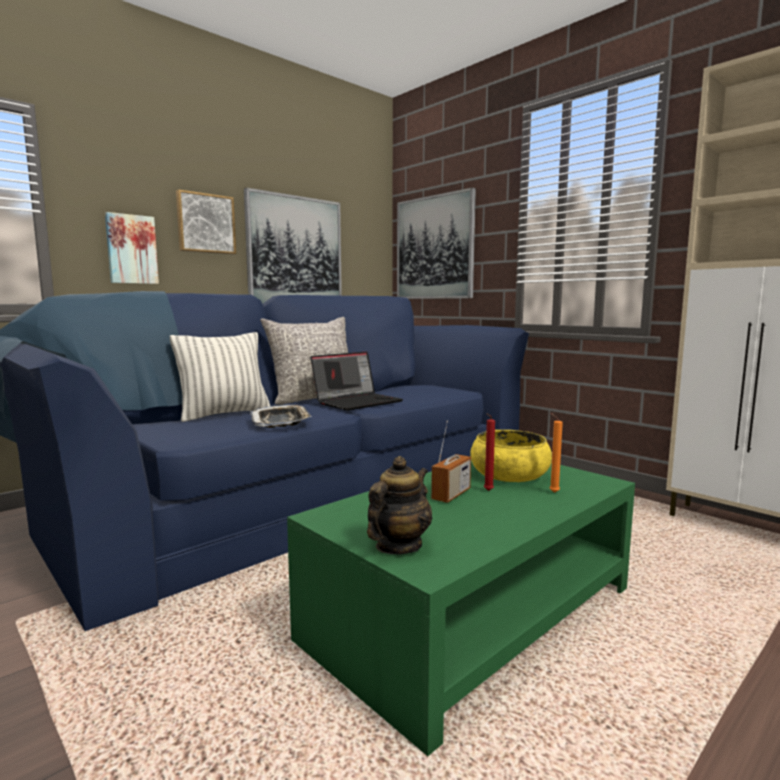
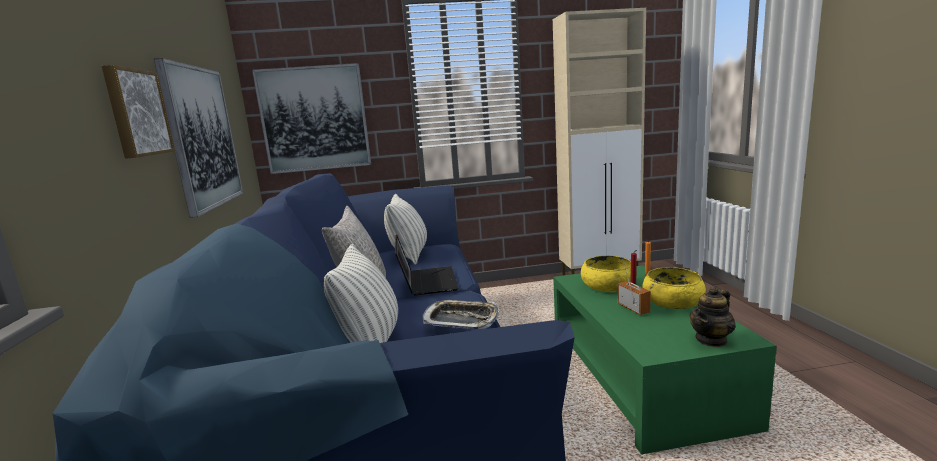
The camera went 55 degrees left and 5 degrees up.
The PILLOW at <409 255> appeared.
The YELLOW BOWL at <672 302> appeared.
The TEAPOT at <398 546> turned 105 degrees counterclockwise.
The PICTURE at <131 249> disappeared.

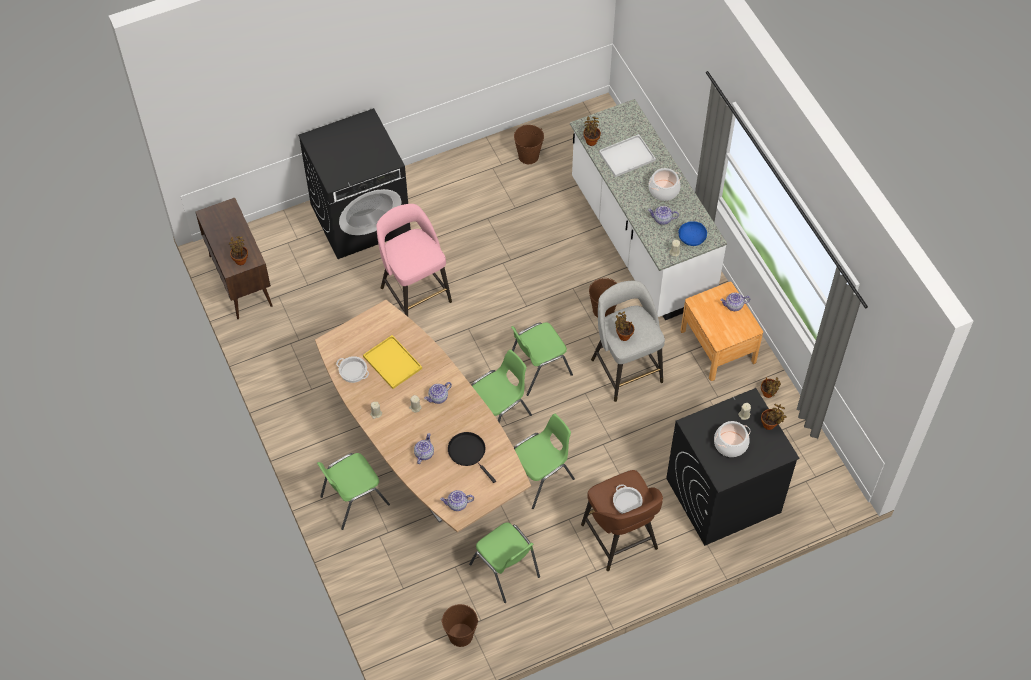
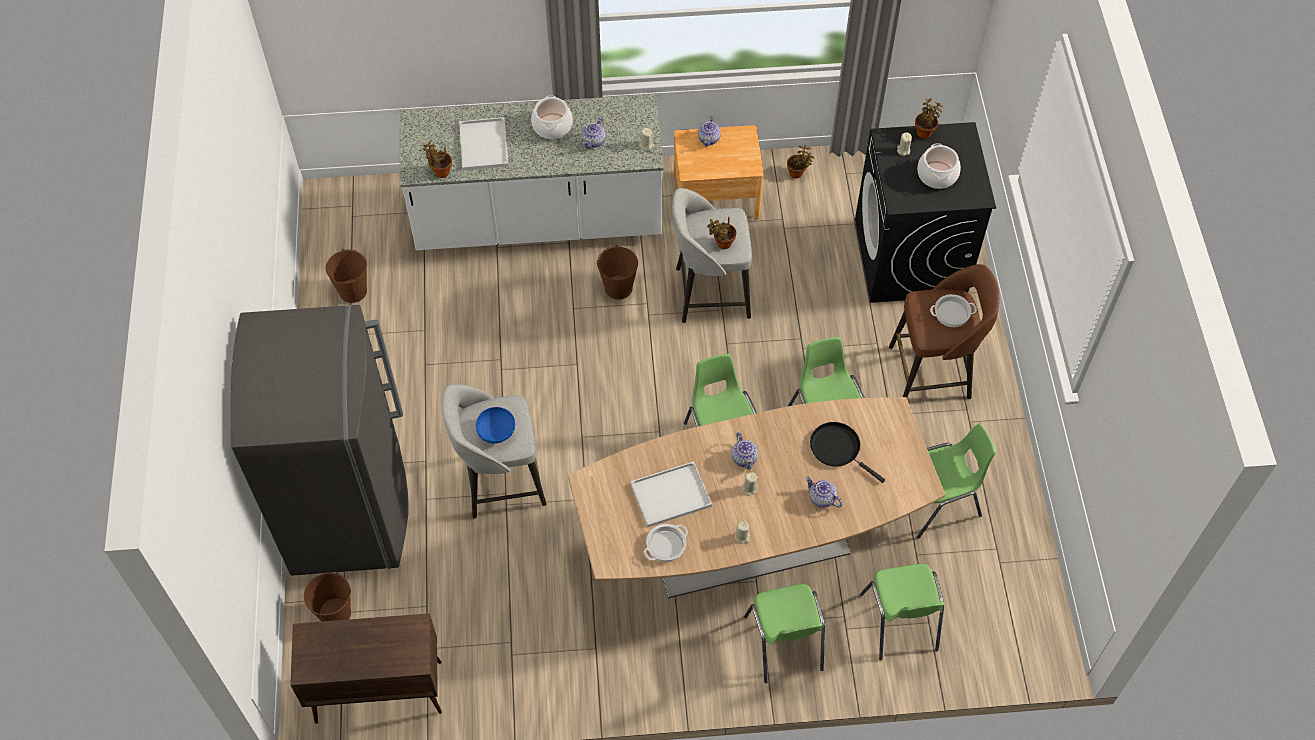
The camera went 70 degrees left and 0 degrees up.
The BLACK WASHING MACHINE at <361 218> was replaced by the GREY FRIDGE at <349 509>.
The BROWN BUCKET moved from <460 635> to <335 613>.
The PINK STOOL at <415 293> became the GREY STOOL at <500 481>.
The BLUE BOWL moved from <691 239> to <497 432>.
The YELLOW TRAY at <393 363> became the WHITE TRAY at <672 494>.
The BLACK FRYING PAN at <468 452> turned 60 degrees clockwise.
The GREEN CHAIR moved from <538 369> to <899 623>.
The POTTED PLANT at <240 259> disappeared.
The TEAPOT at <457 504> disappeared.

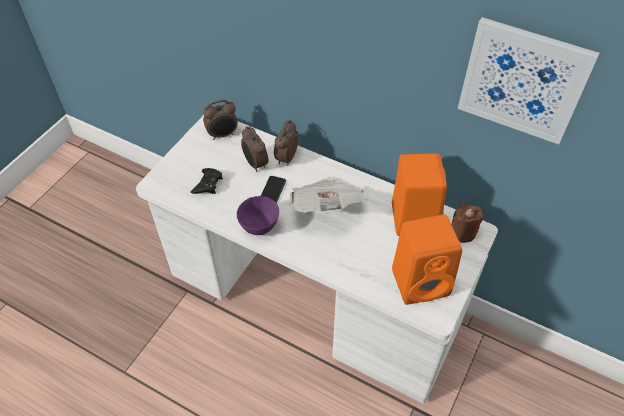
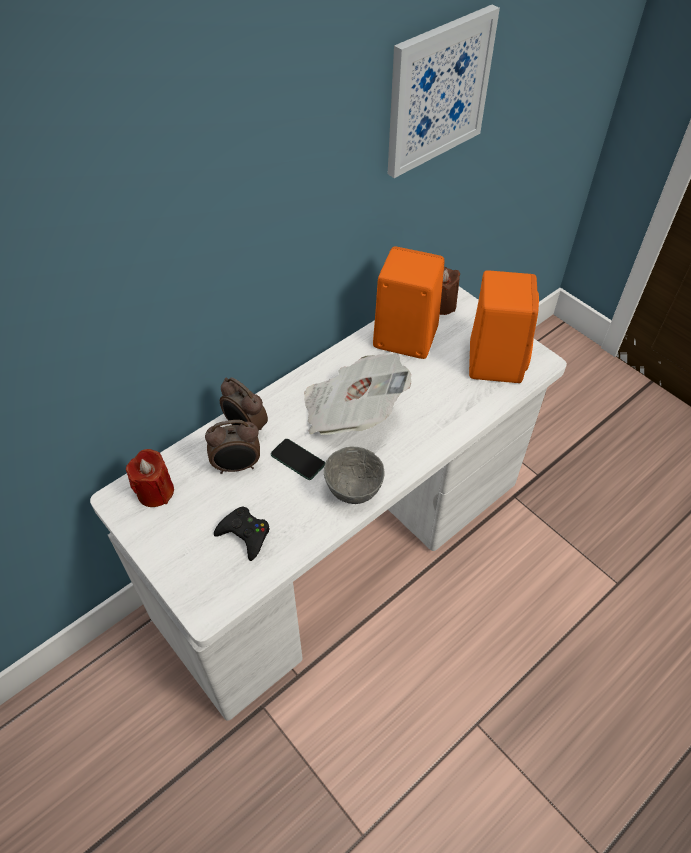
The camera went 70 degrees left and 0 degrees up.
The ALARM CLOCK at <223 135> was replaced by the RED CANDLE at <155 491>.
The PURPLE BOWL at <258 227> became the GREY BOWL at <352 492>.

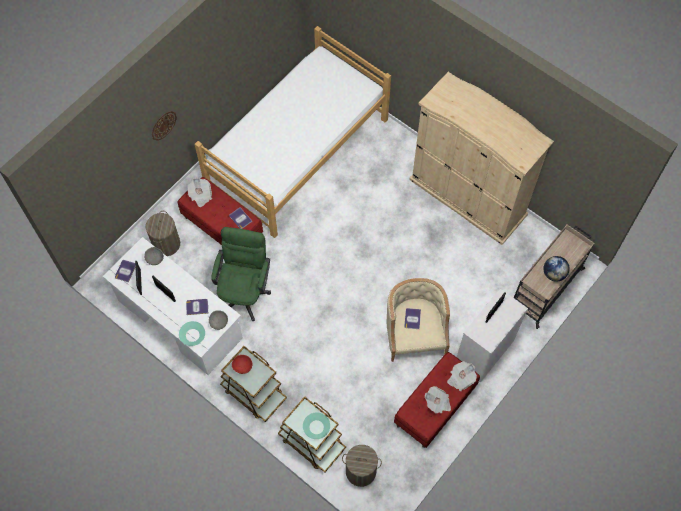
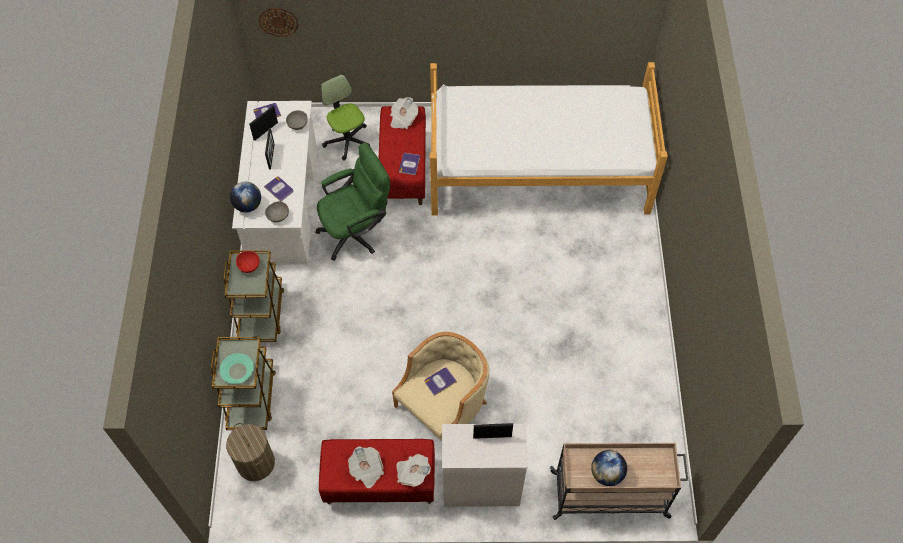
The camera went 50 degrees right and 5 degrees down.
The TURQUOISE BOWL at <192 335> was replaced by the GLOBE at <248 205>.
The WALL CLOCK moved from <163 125> to <278 21>.
The LAUNDRY BASKET at <166 244> was replaced by the OFFICE CHAIR at <347 140>.
The BEIGE WARDROBE at <468 197> disappeared.

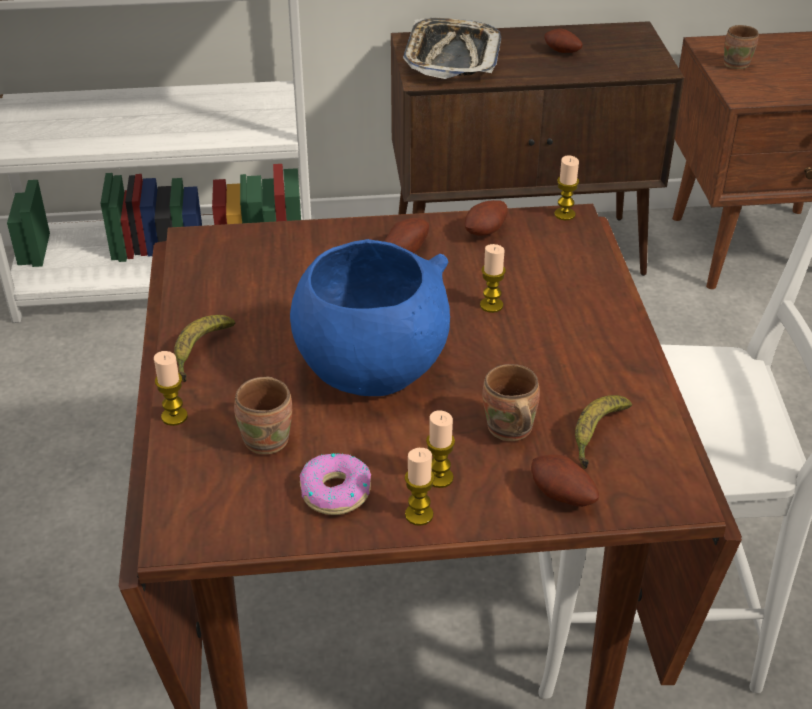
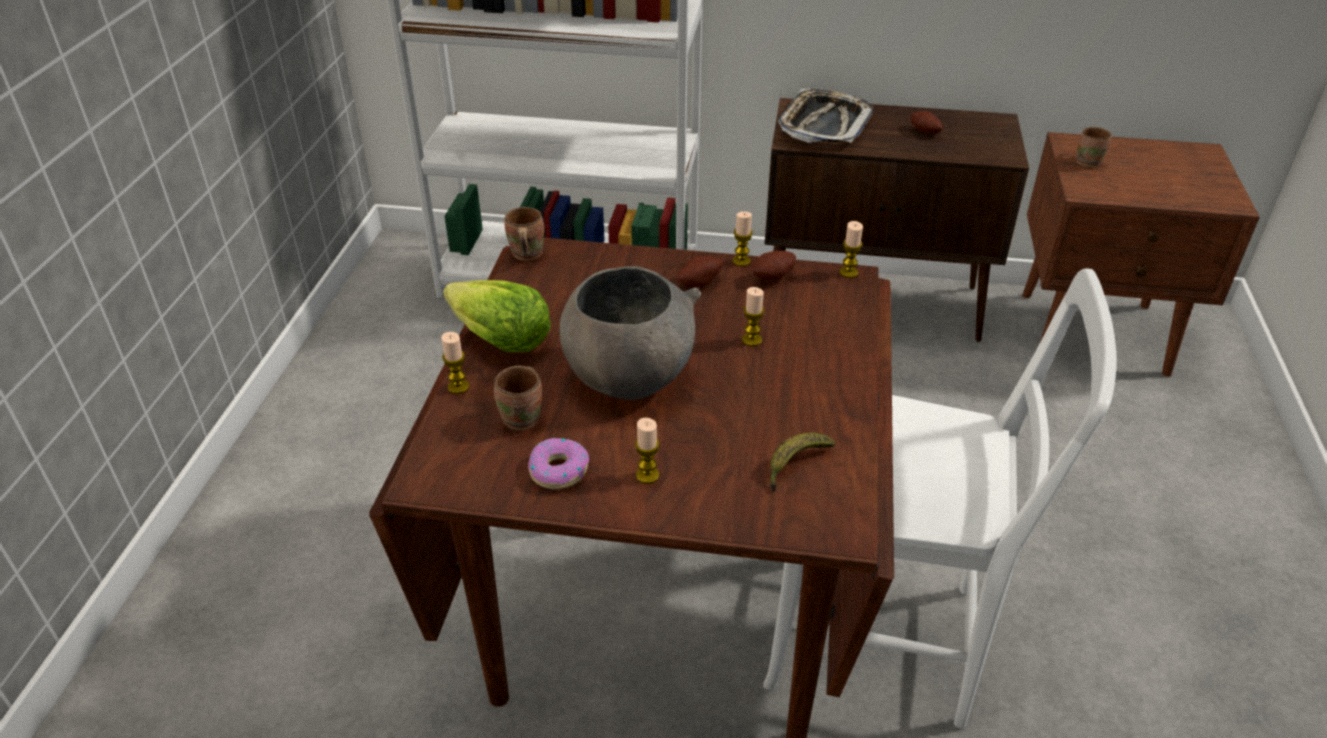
The camera went 15 degrees right and 0 degrees up.
The BANANA at <200 352> was replaced by the LETTUCE at <499 339>.
The BROWN MUG moved from <508 431> to <525 255>.
The BLUE BOWL at <371 370> became the GREY BOWL at <628 377>.
The CANDLE moved from <419 515> to <741 261>.
The POTATO at <561 497> disappeared.

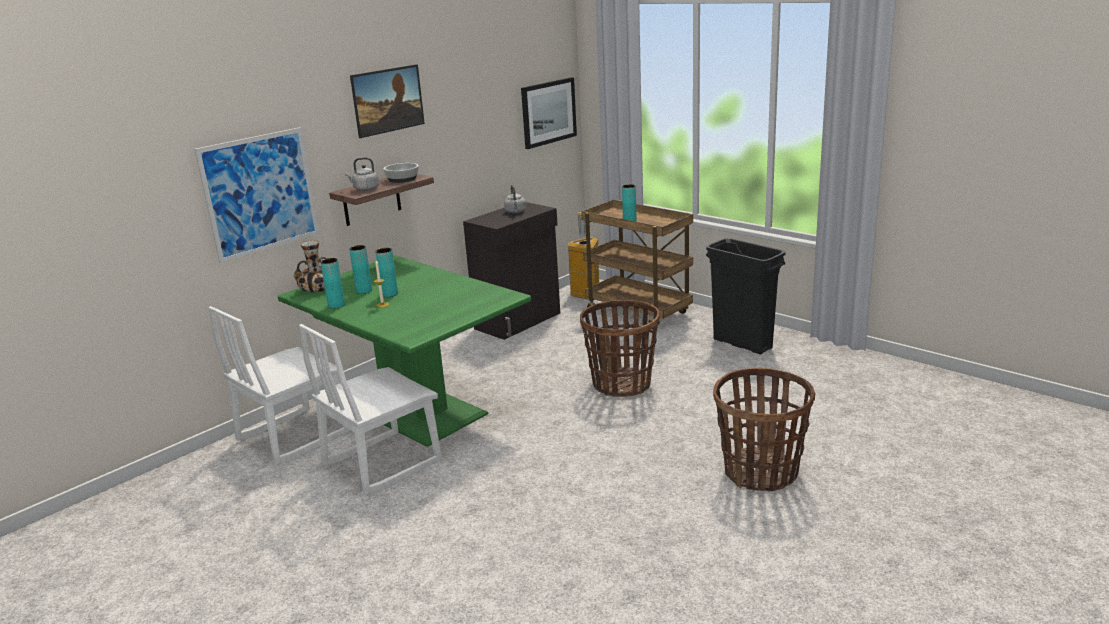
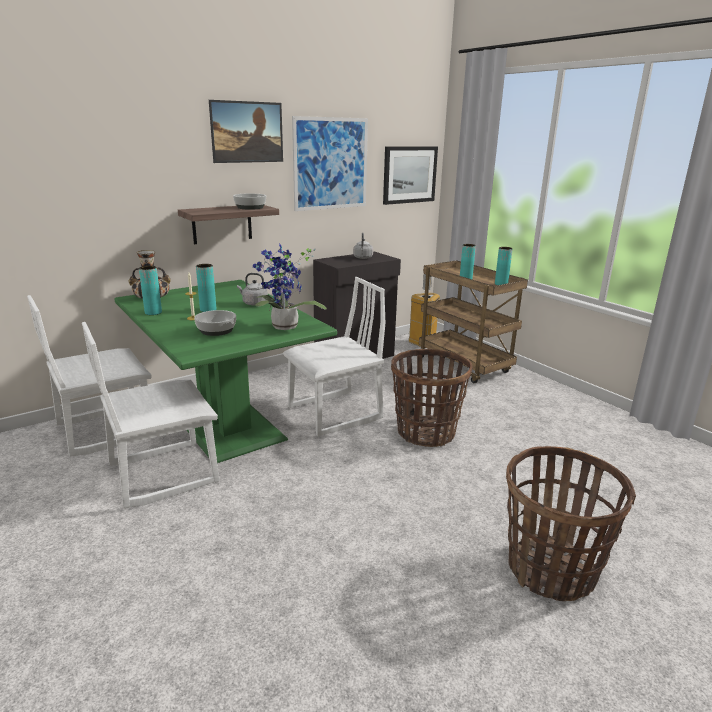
The camera went 10 degrees right and 0 degrees up.
The BOWL at <216 330> appeared.
The GREY KETTLE moved from <365 189> to <254 303>.
The POTTED PLANT at <284 328> appeared.
The WHITE CHAIR at <335 414> appeared.
The PICTURE moved from <260 193> to <330 164>.
The TURQUOISE VASE moved from <364 291> to <501 284>.
The BLACK TRASH CAN at <743 344> disappeared.

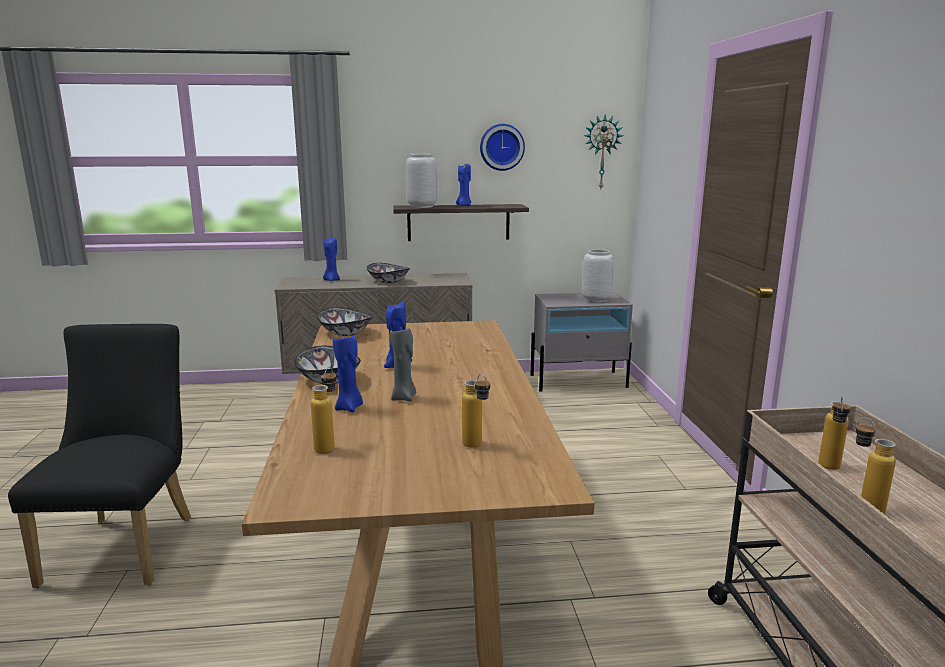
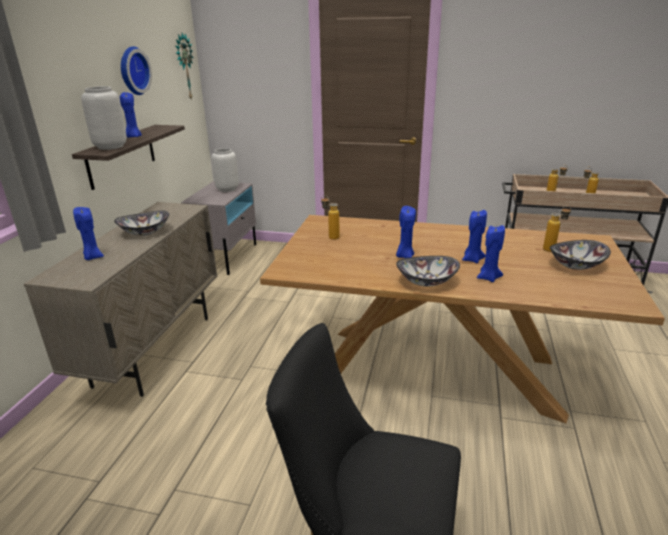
The camera went 70 degrees left and 10 degrees up.
The BOTTLE moved from <328 446> to <330 237>.
The GREY CANDLE at <404 397> became the BLUE CANDLE at <472 259>.
The BOWL moved from <345 333> to <576 266>.

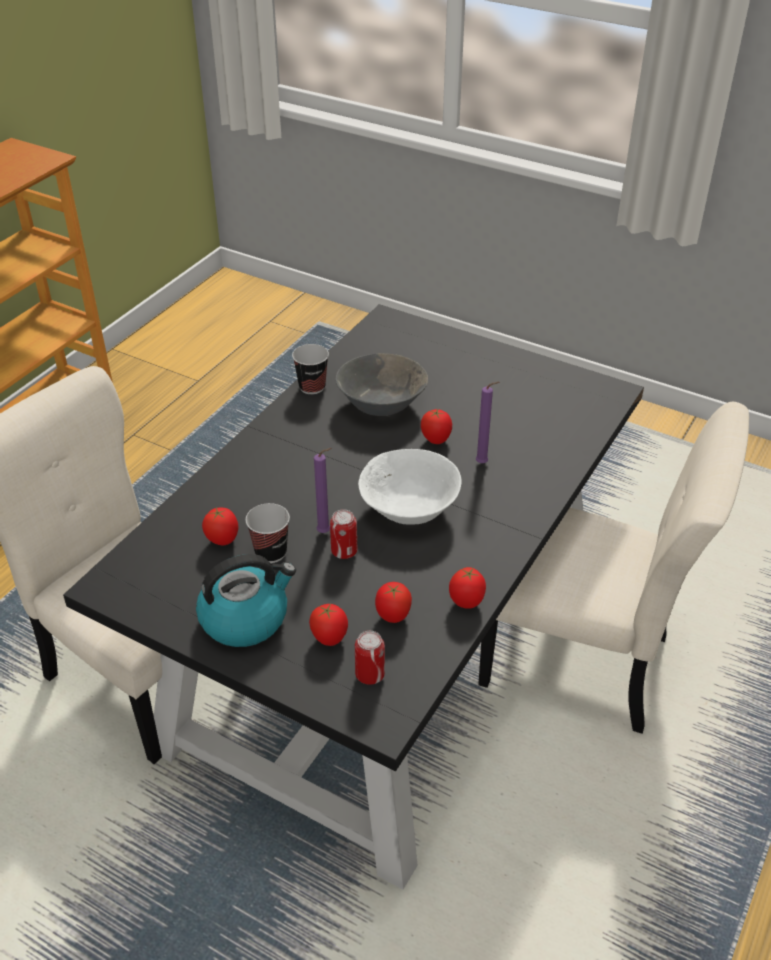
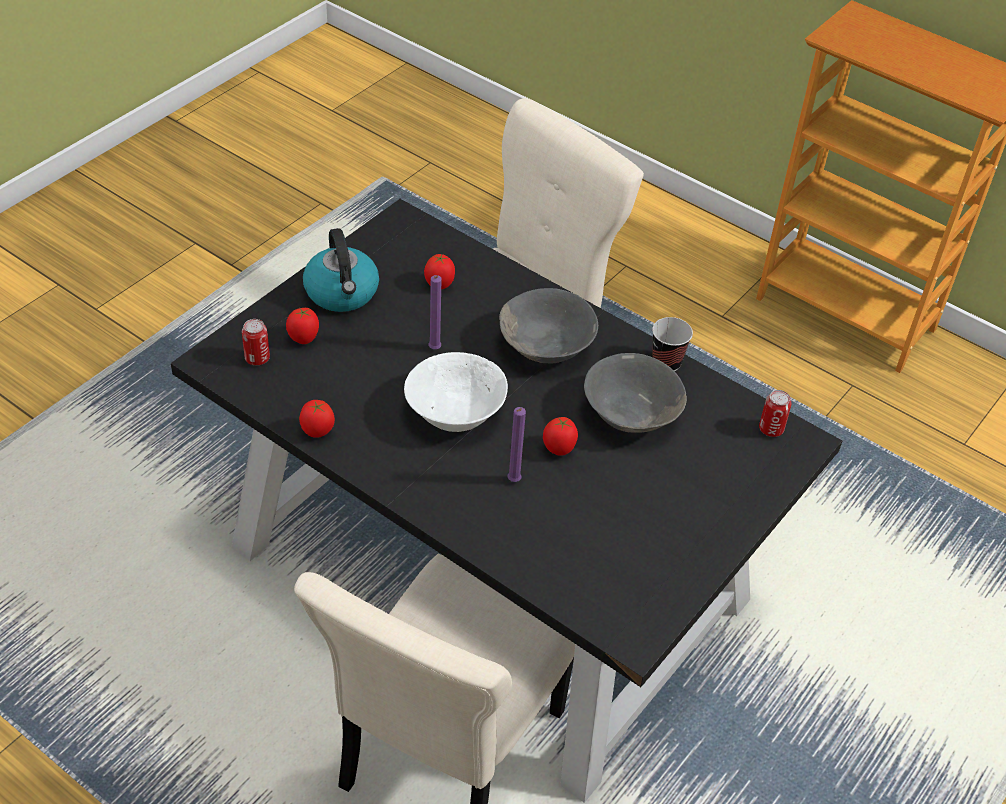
The camera went 95 degrees right and 5 degrees up.
The GREY BOWL at <546 345> appeared.
The CAN moved from <344 551> to <771 429>.
The CUP at <271 552> disappeared.
The TOMATO at <393 617> disappeared.

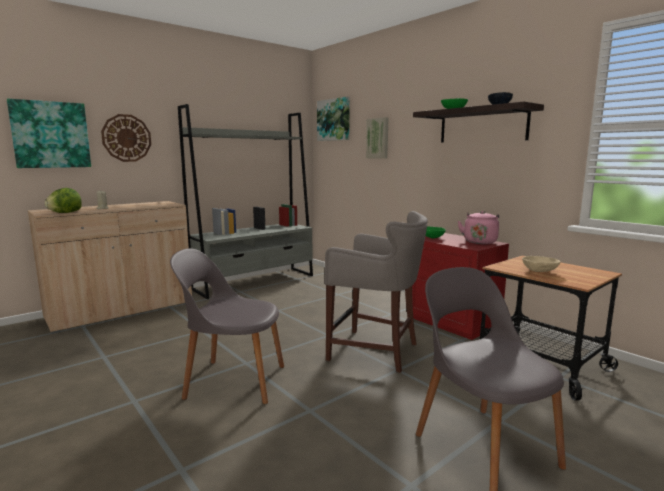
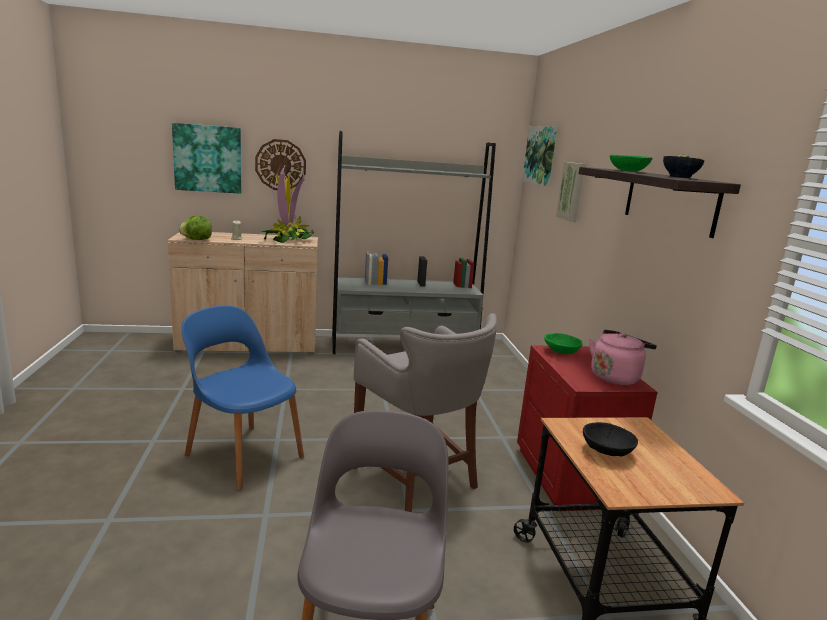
The camera went 30 degrees right and 5 degrees up.
The GREY CHAIR at <233 381> became the BLUE CHAIR at <243 454>.
The POTTED PLANT at <288 239> appeared.
The BEIGE BOWL at <540 271> became the BLACK BOWL at <606 452>.

